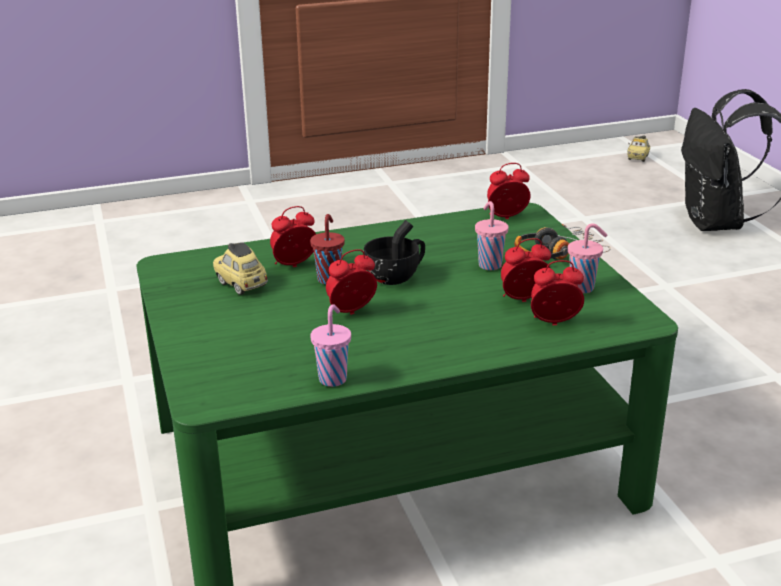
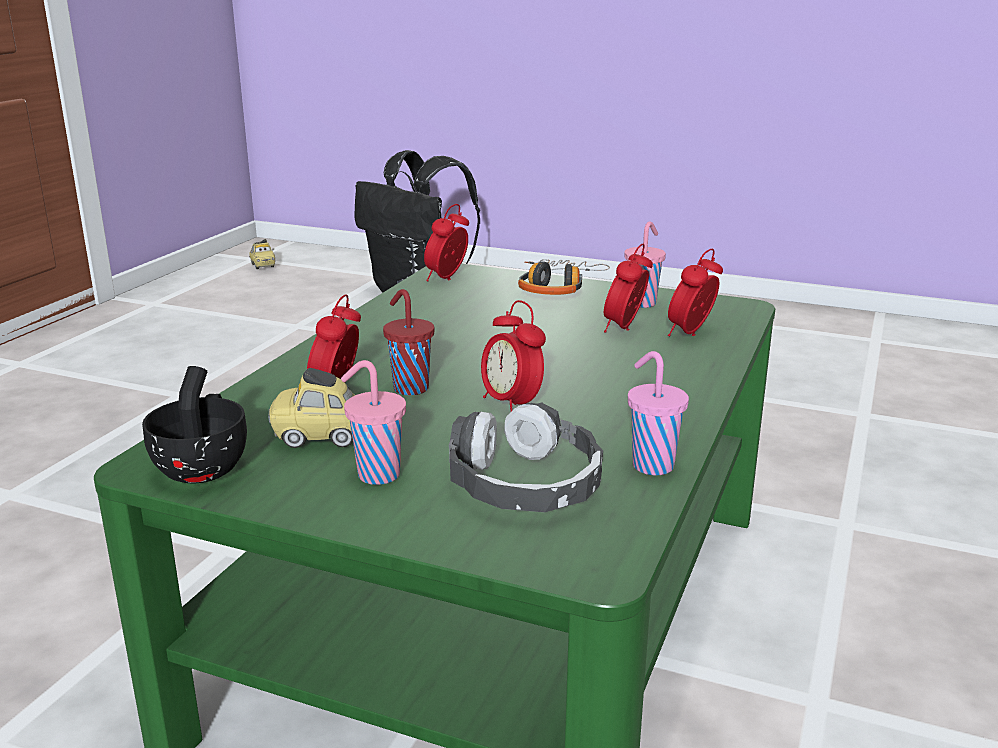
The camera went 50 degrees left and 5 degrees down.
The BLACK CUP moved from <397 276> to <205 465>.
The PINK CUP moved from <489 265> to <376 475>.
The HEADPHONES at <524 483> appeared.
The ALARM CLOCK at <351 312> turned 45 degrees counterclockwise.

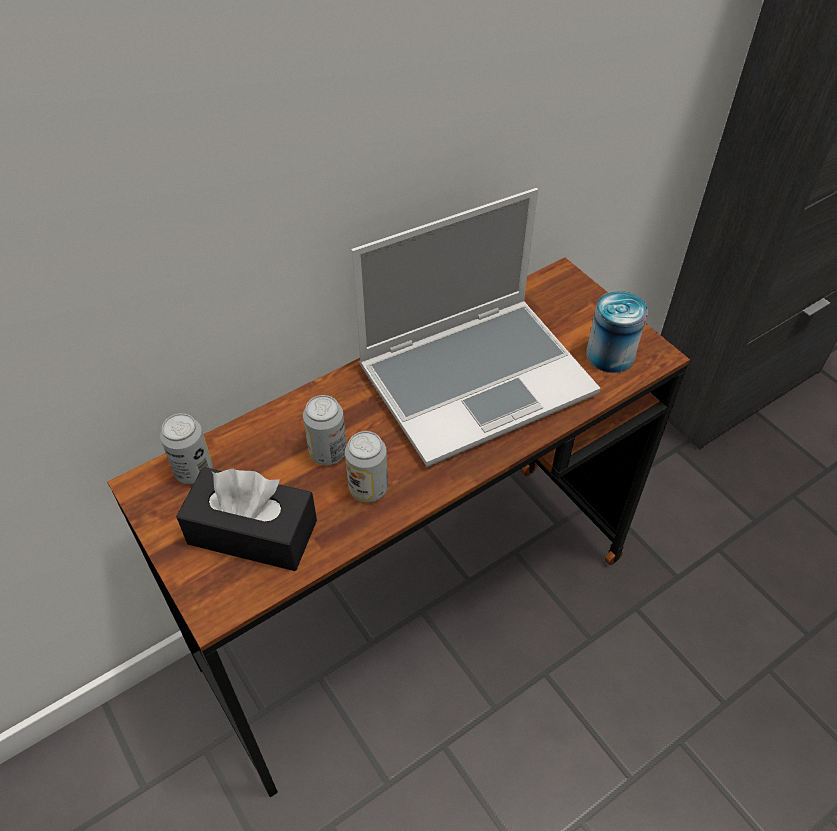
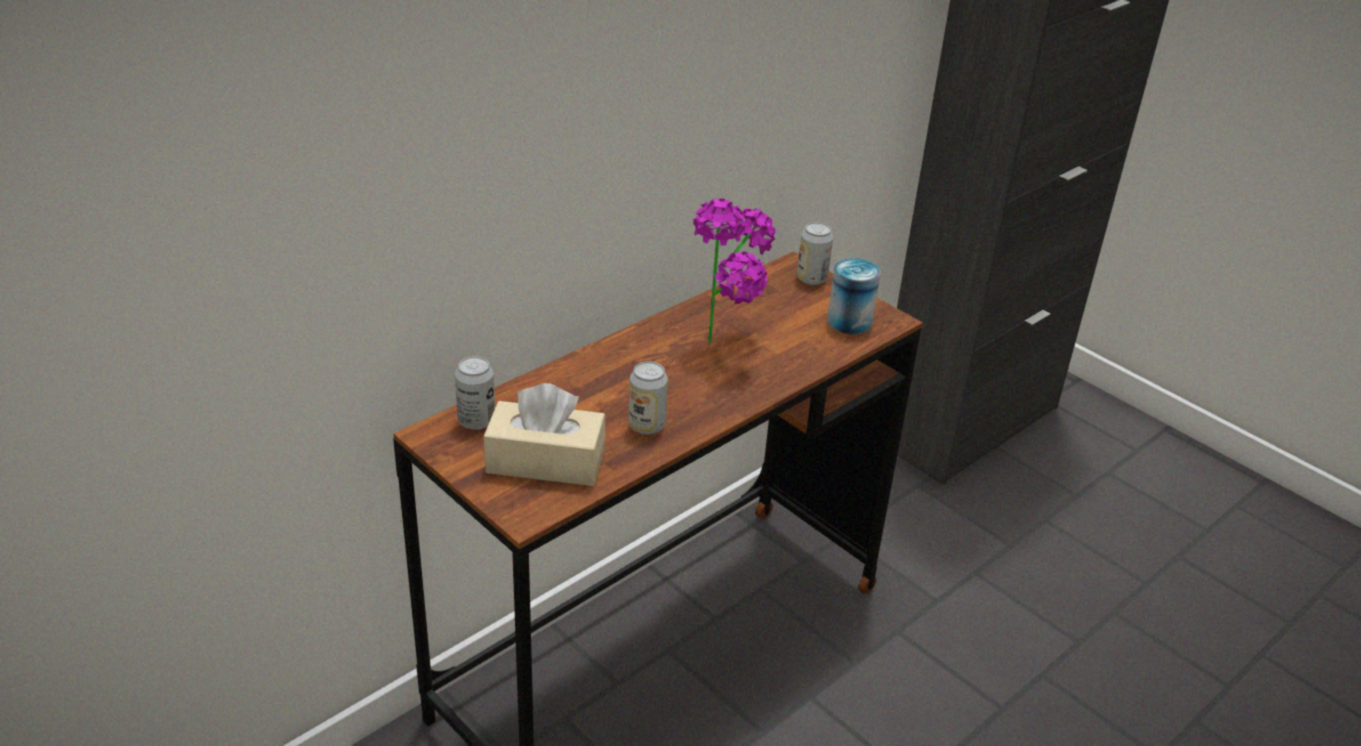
The camera went 10 degrees left and 15 degrees down.
The BLACK TISSUE BOX at <252 532> became the BEIGE TISSUE BOX at <545 461>.
The LAPTOP at <477 378> was replaced by the POTTED PLANT at <730 343>.
The CAN moved from <328 452> to <811 279>.

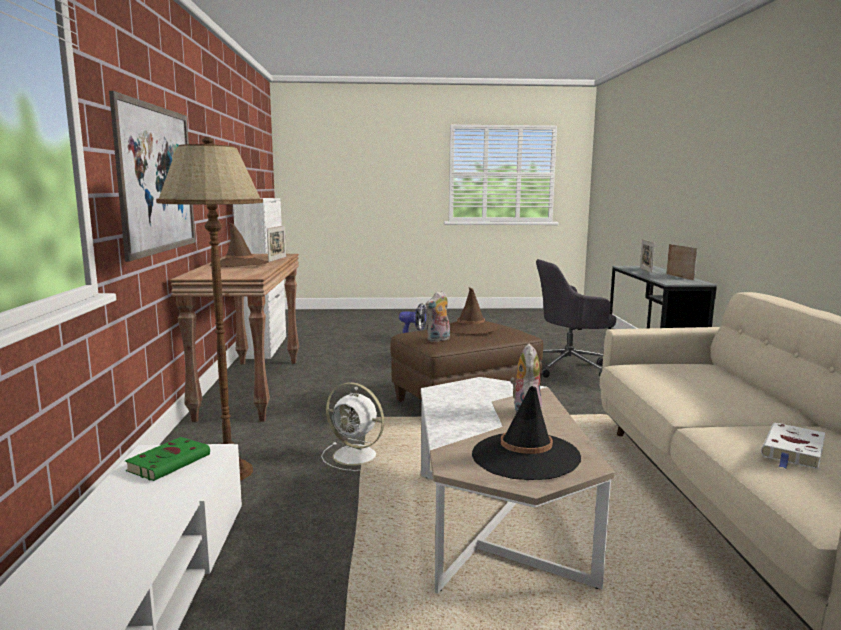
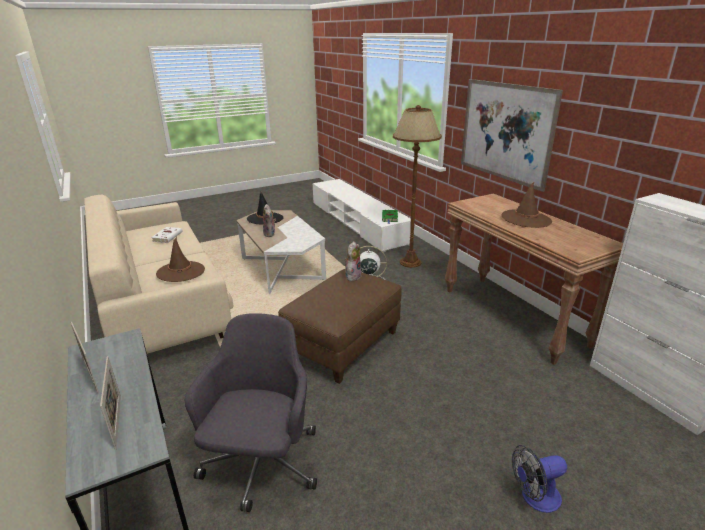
The camera went 155 degrees right and 15 degrees up.
The BROWN HAT moved from <470 328> to <181 272>.
The GREY OFFICE CHAIR at <569 367> turned 45 degrees counterclockwise.
The PICTURE FRAME at <277 259> disappeared.

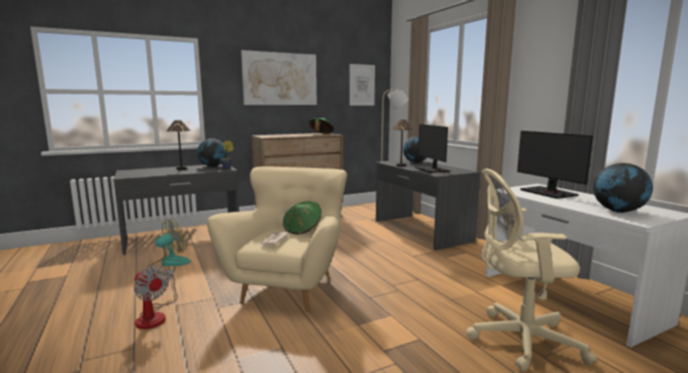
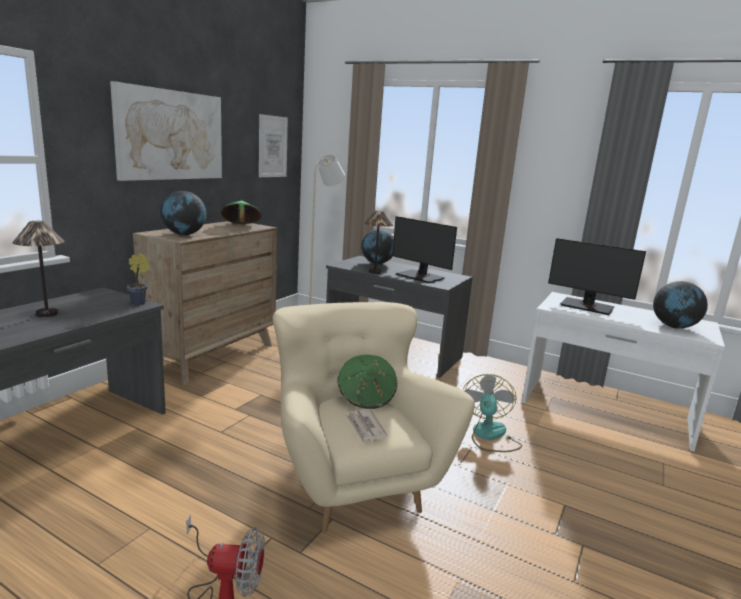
The camera went 35 degrees left and 5 degrees up.
The GLOBE moved from <213 166> to <184 234>.
The FAN moved from <168 264> to <489 436>.
The BEIGE OFFICE CHAIR at <518 340> disappeared.

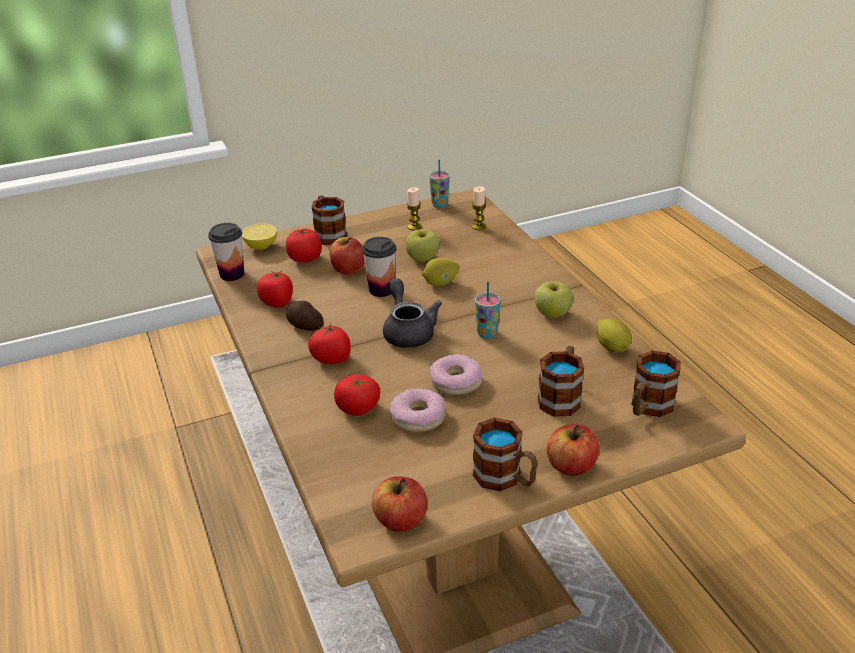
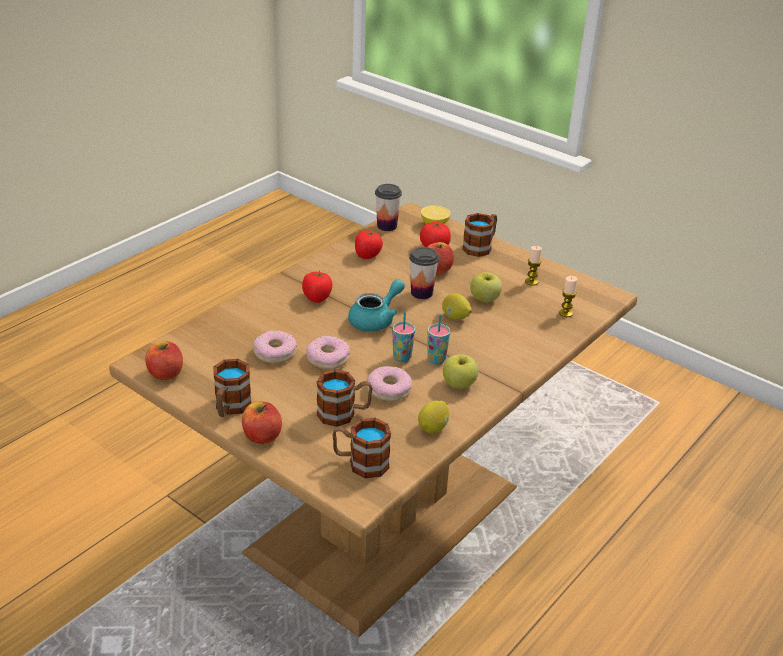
The camera went 60 degrees right and 0 degrees up.
The GREY TEAPOT at <408 331> became the TURQUOISE TEAPOT at <376 320>.
The DONUT at <388 390> appeared.
The CUP moved from <439 205> to <436 360>.
The POTATO at <304 326> disappeared.
The TOMATO at <358 409> disappeared.

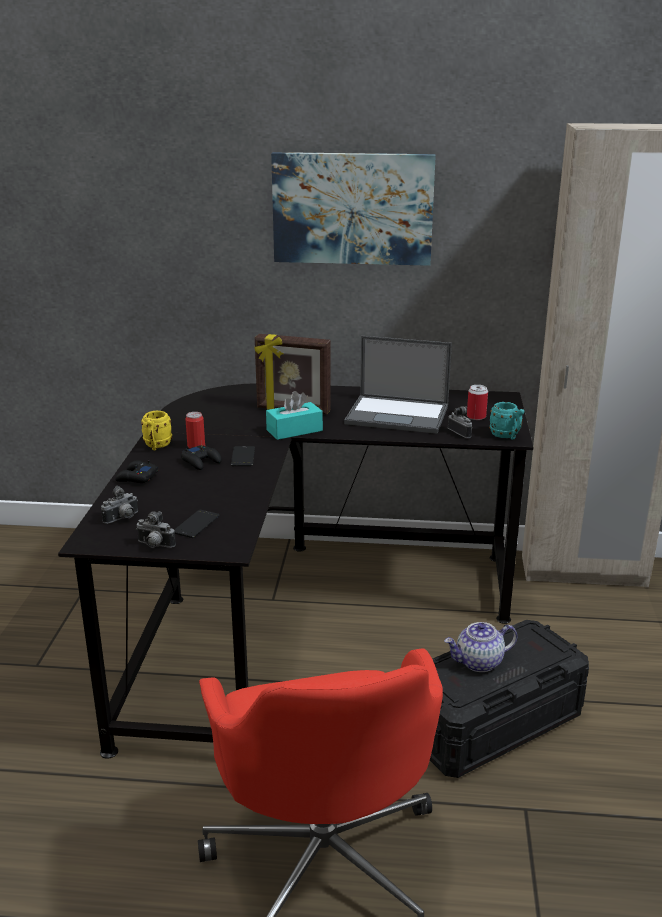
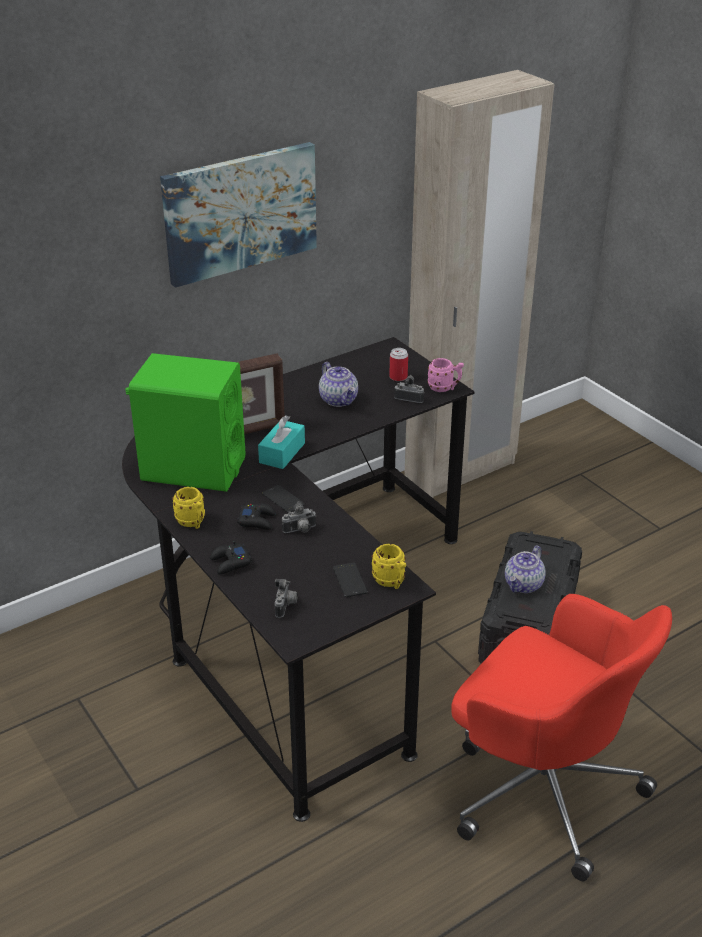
The camera went 40 degrees left and 10 degrees up.
The GREEN SPEAKER at <193 469> appeared.
The PHOTO CAMERA moved from <154 546> to <300 530>.
The LAPTOP at <398 415> was replaced by the TEAPOT at <339 400>.
The YELLOW MUG at <391 582> appeared.
The TURQUOISE MUG at <506 436> became the PINK MUG at <444 388>.
The CAN at <196 446> disappeared.

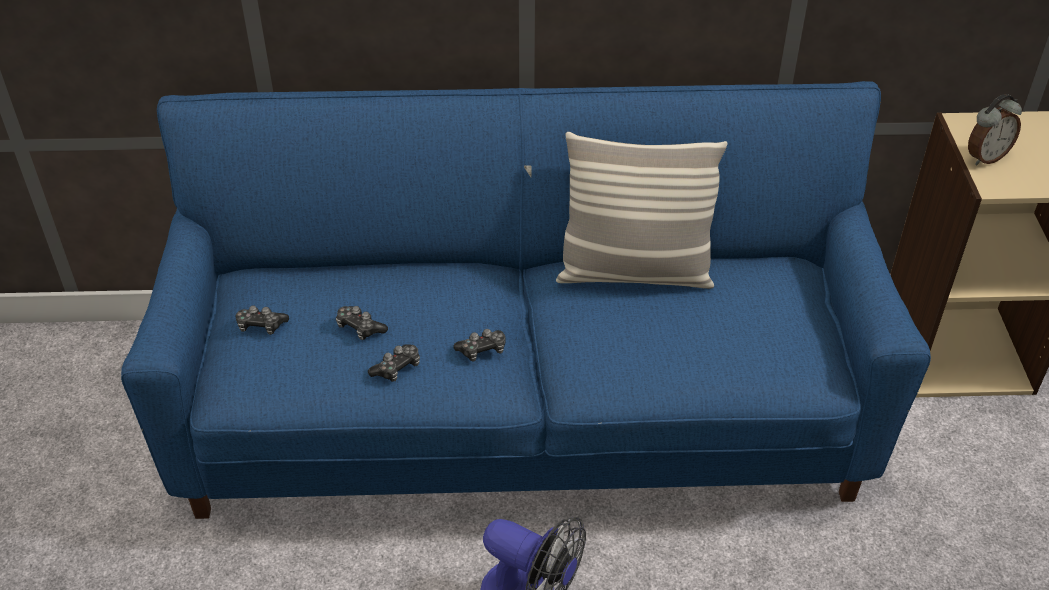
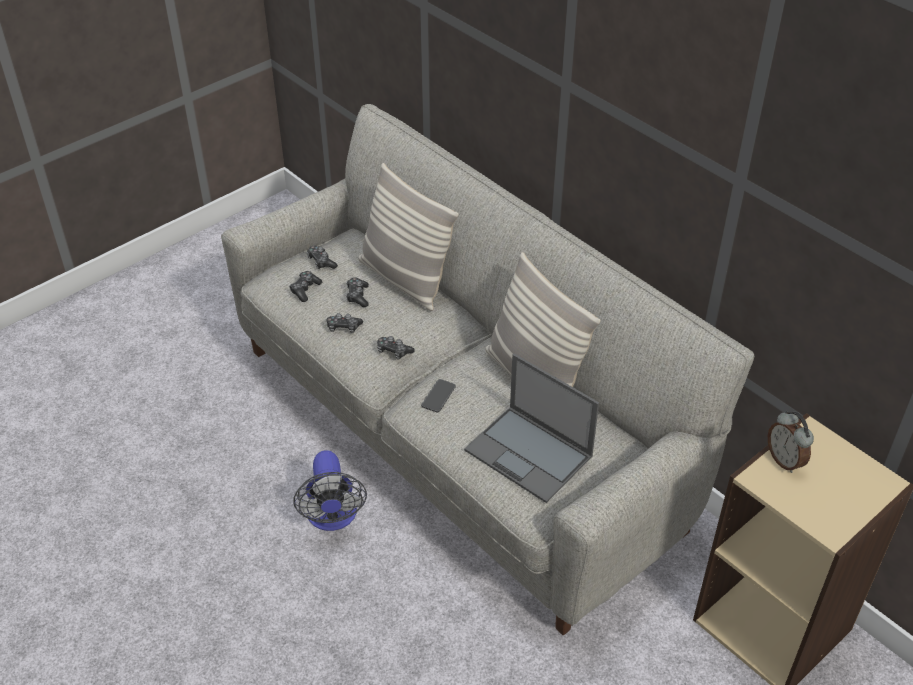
The camera went 50 degrees right and 0 degrees up.
The BLUE SOFA at <524 417> became the GREY SOFA at <457 435>.
The GAME CONTROLLER at <305 290> appeared.
The PILLOW at <405 279> appeared.
The PHONE at <438 396> appeared.
The LAPTOP at <530 454> appeared.
The ALARM CLOCK at <985 157> turned 45 degrees clockwise.

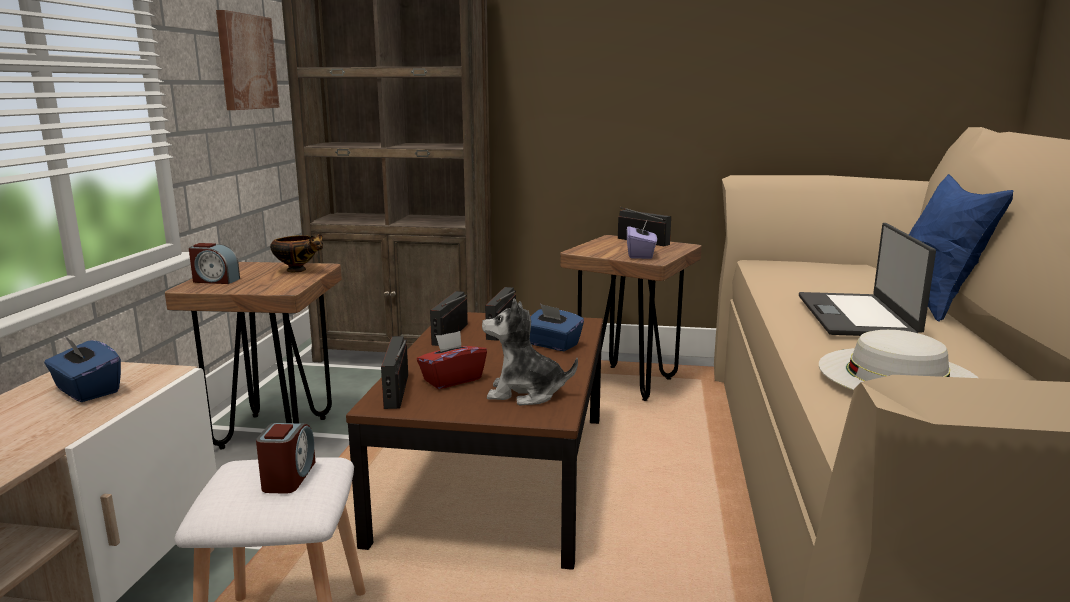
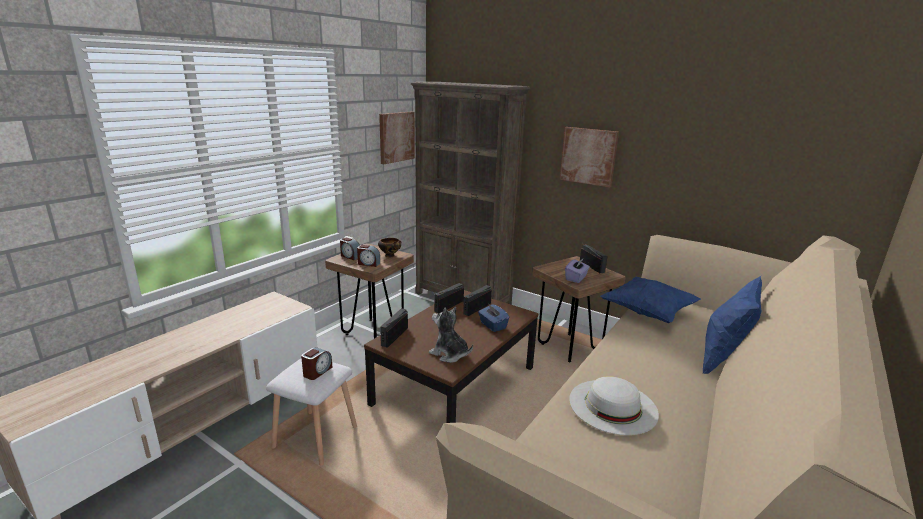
The camera went 25 degrees right and 5 degrees up.
The ALARM CLOCK at <368 263> appeared.
The PICTURE at <588 156> appeared.
The BLUE PILLOW at <648 313> appeared.
The BLUE TISSUE BOX at <86 391> disappeared.
The RED TISSUE BOX at <452 380> disappeared.
The LAPTOP at <857 316> disappeared.

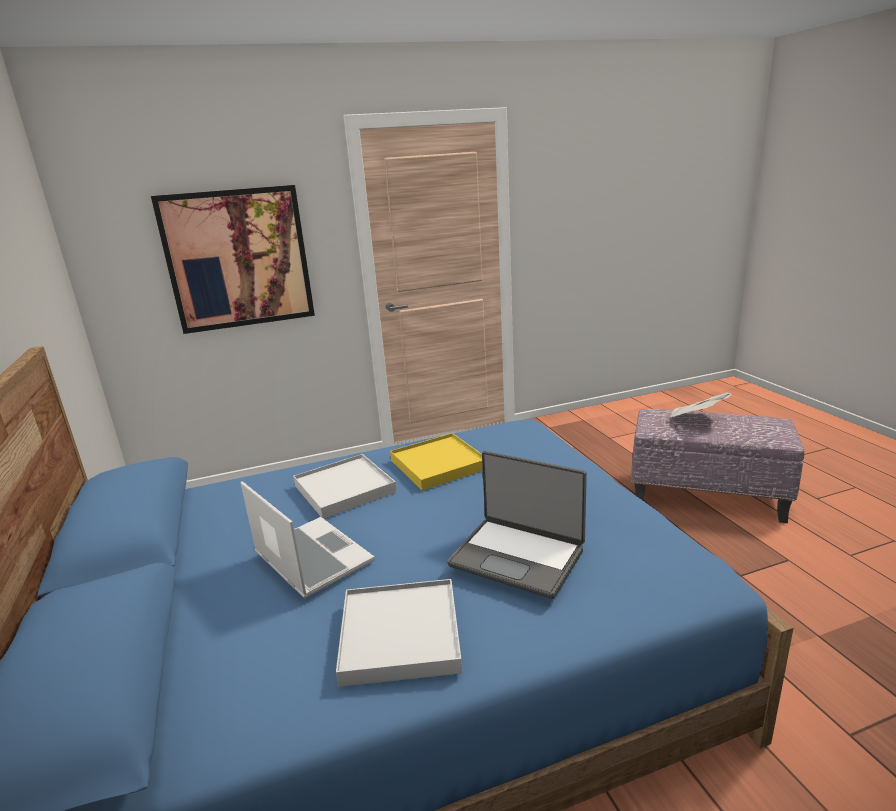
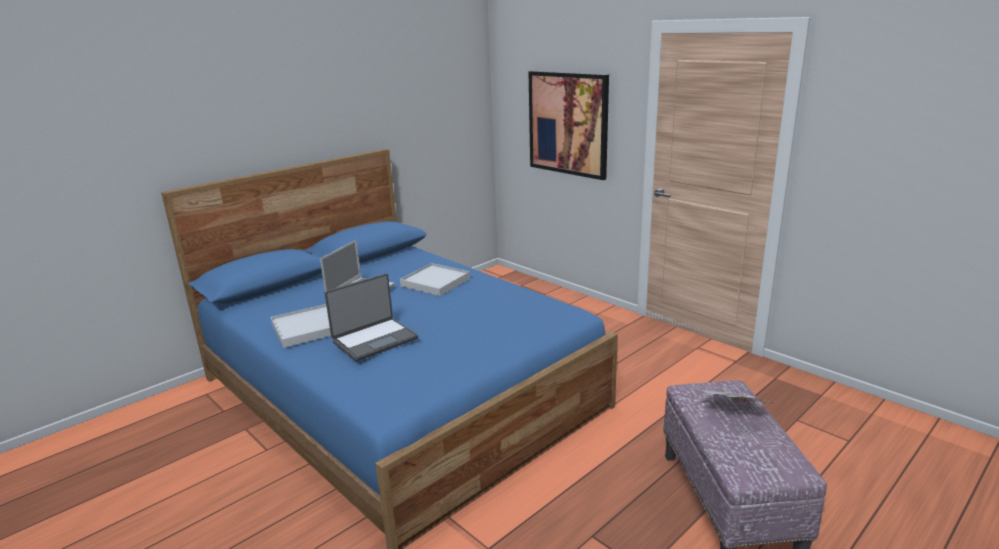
The camera went 65 degrees right and 0 degrees up.
The LAPTOP at <518 556> turned 135 degrees counterclockwise.
The YELLOW TRAY at <439 464> disappeared.

